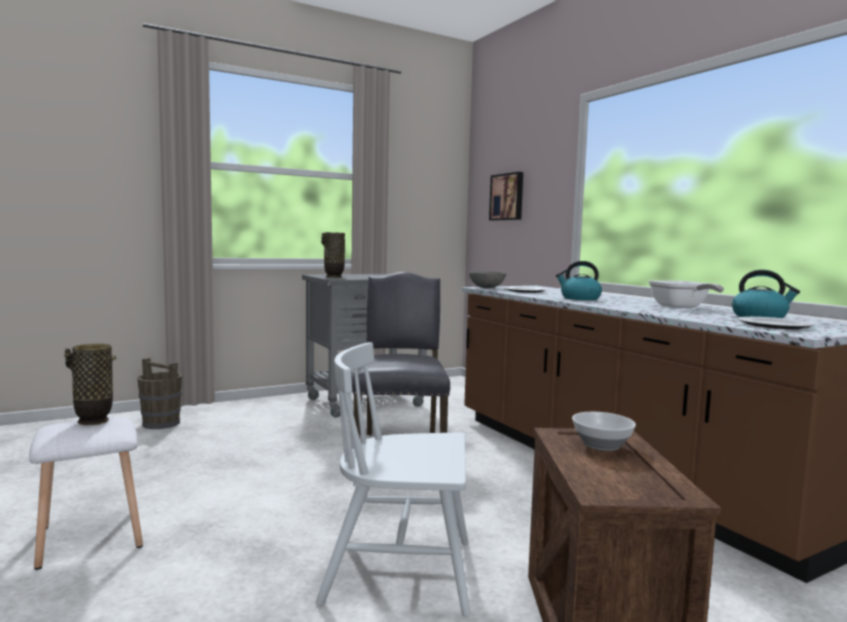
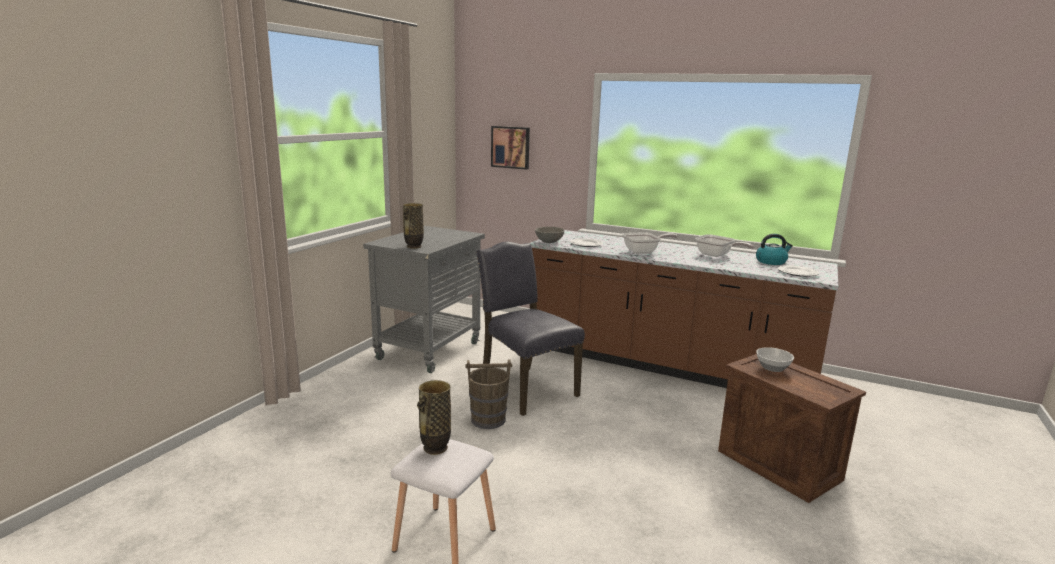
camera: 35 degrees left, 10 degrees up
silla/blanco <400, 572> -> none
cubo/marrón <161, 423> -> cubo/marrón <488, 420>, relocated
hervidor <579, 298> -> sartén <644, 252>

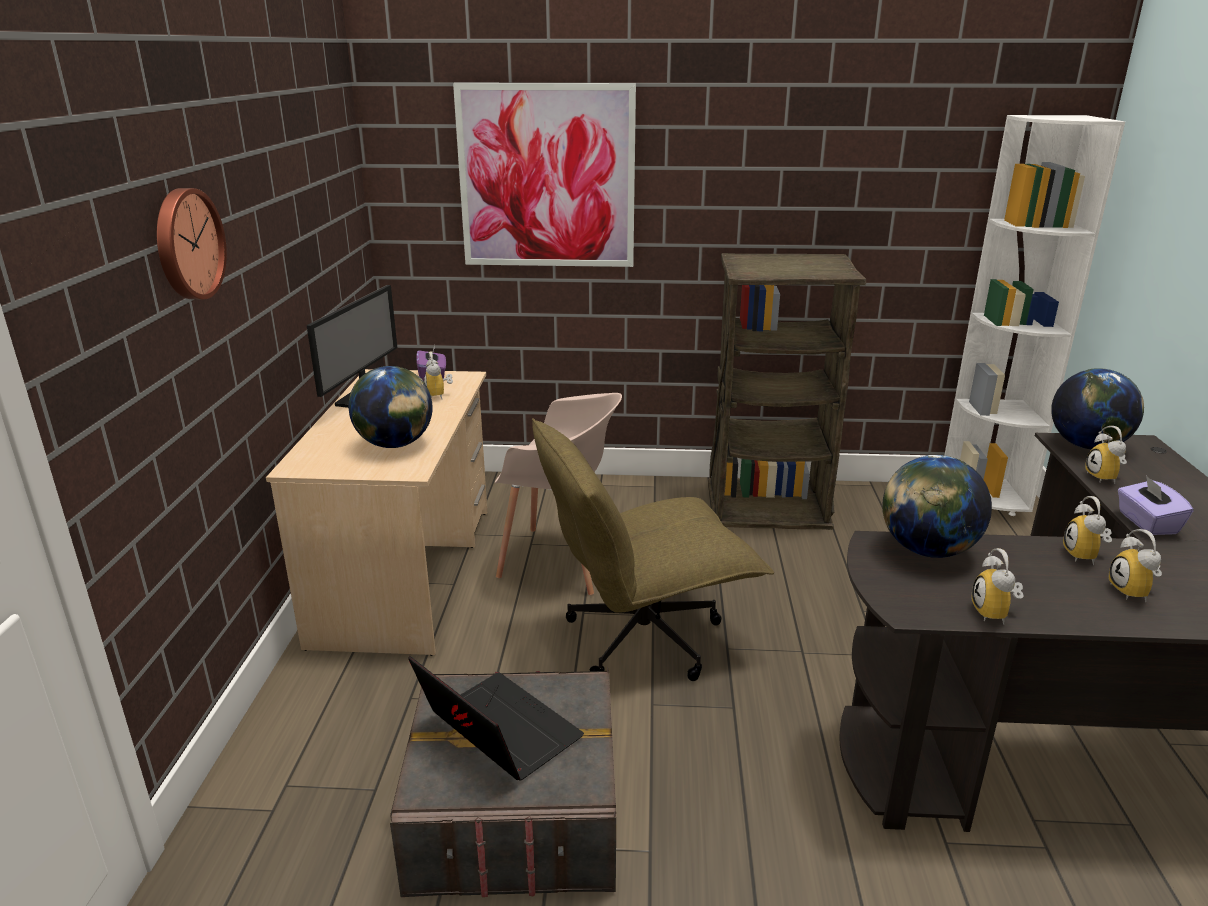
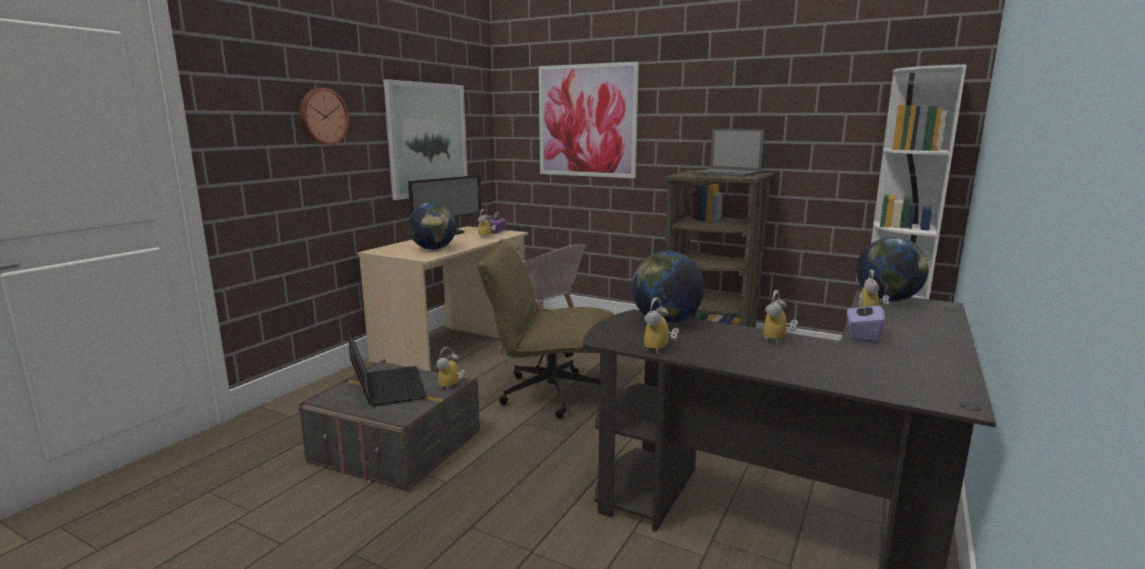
camera: 25 degrees right, 10 degrees down
none -> cuadro <427, 139>
none -> portátil <727, 173>
despertador <1134, 592> -> despertador <452, 386>, relocated

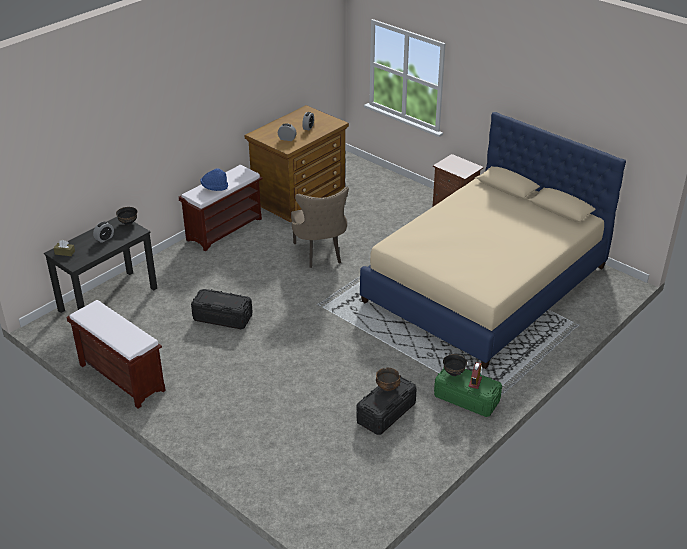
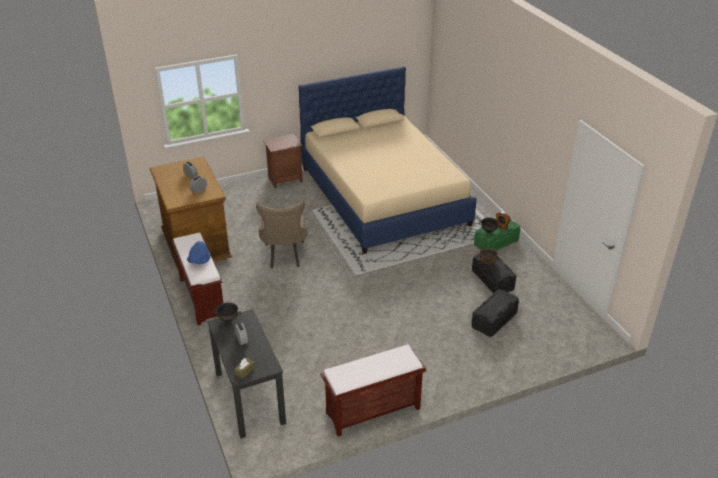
camera: 65 degrees left, 0 degrees up
caja de almacenaje/negro <222, 317> -> caja de almacenaje/negro <494, 320>, relocated
silla/beis <320, 253> -> silla/beis <284, 256>, 75 degrees clockwise

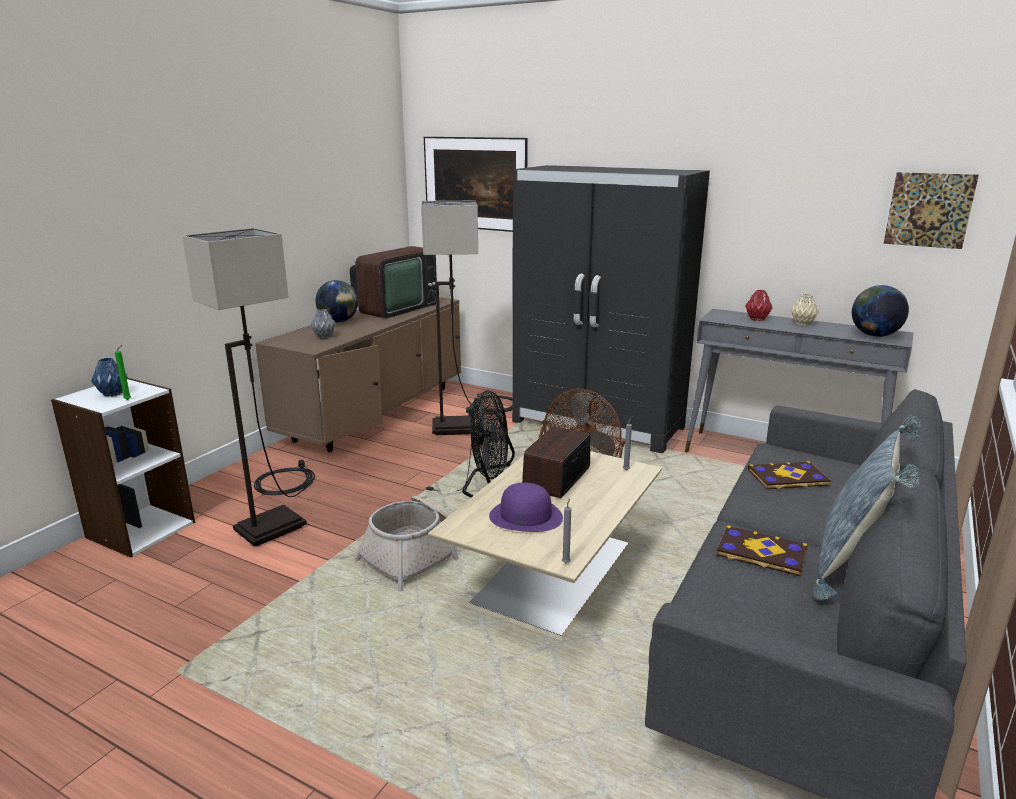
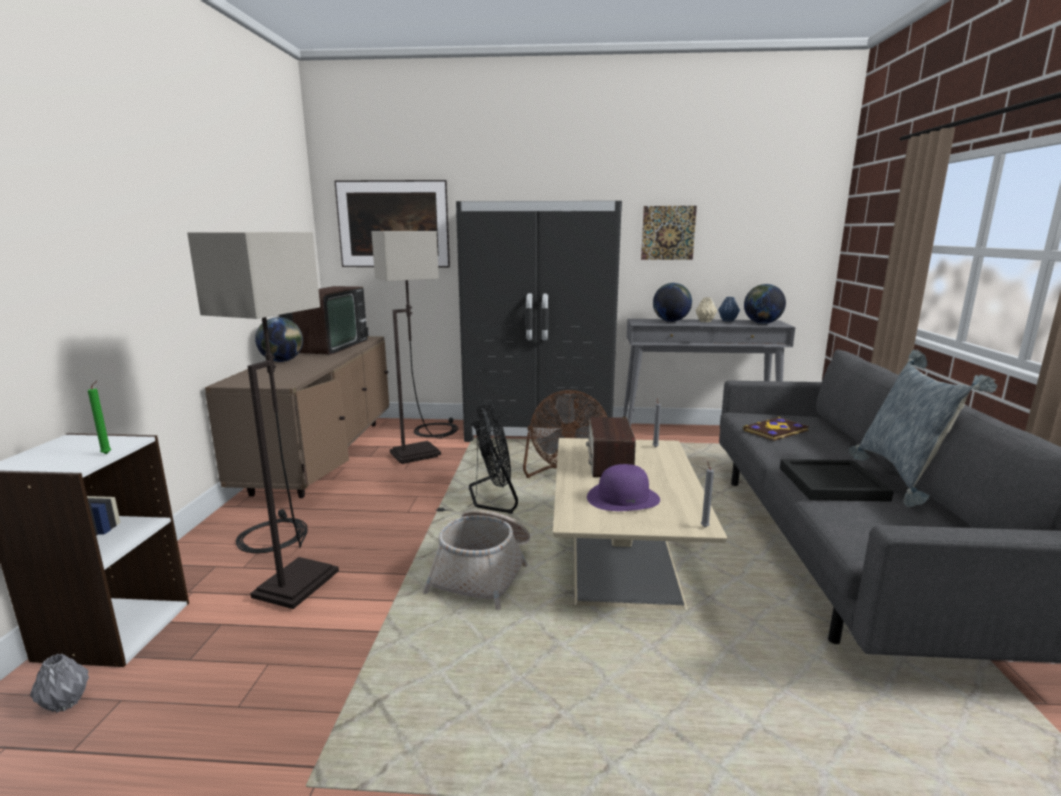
camera: 25 degrees left, 5 degrees down
florero/azul <112, 393> -> florero/azul <727, 320>, relocated
florero/gris <324, 336> -> florero/gris <66, 702>, relocated
cuadro <929, 210> -> cuadro <668, 233>, relocated
libro <761, 553> -> bandeja/negro <833, 484>
florero/rojo <757, 319> -> globo terráqueo <671, 321>

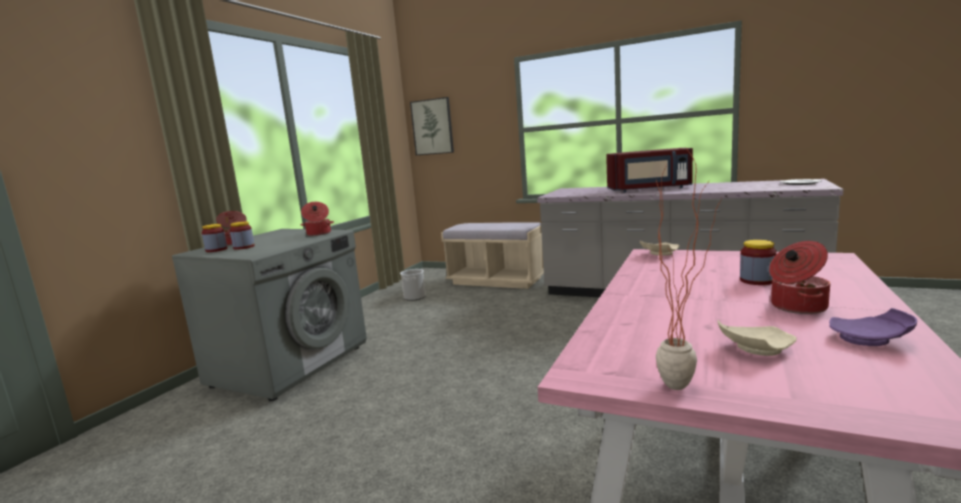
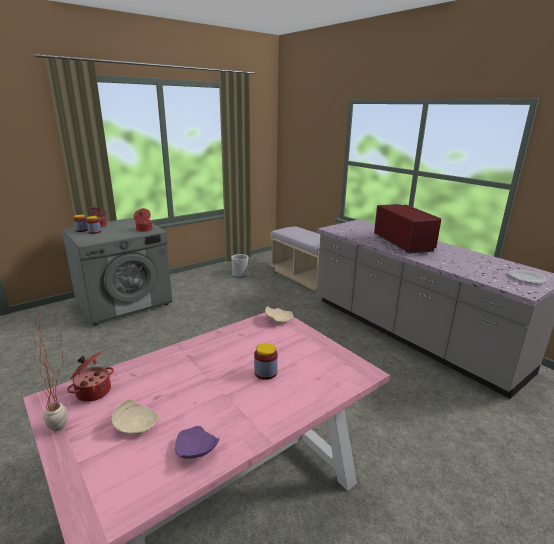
camera: 25 degrees right, 10 degrees up
cuadro <432, 127> -> none
olla <797, 307> -> olla <93, 391>, relocated
microondas/rojo <649, 189> -> microondas/rojo <404, 244>, 135 degrees counterclockwise

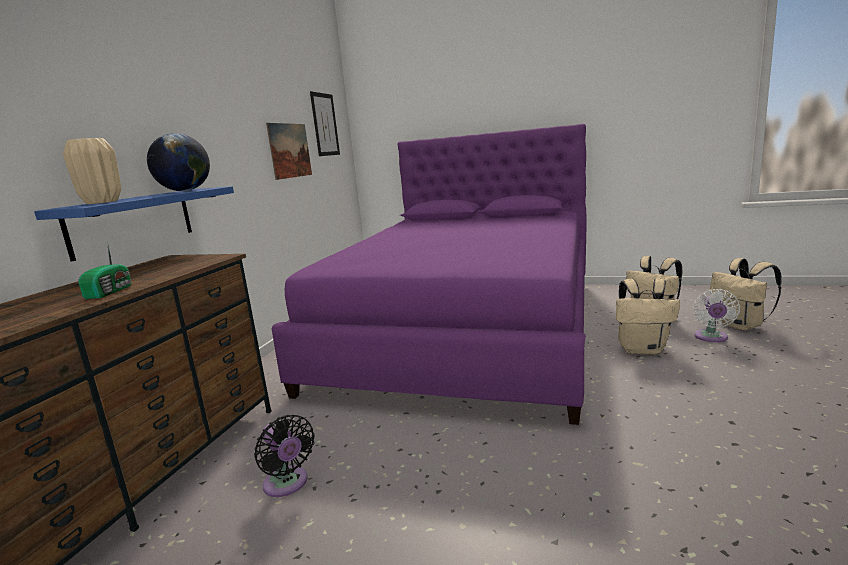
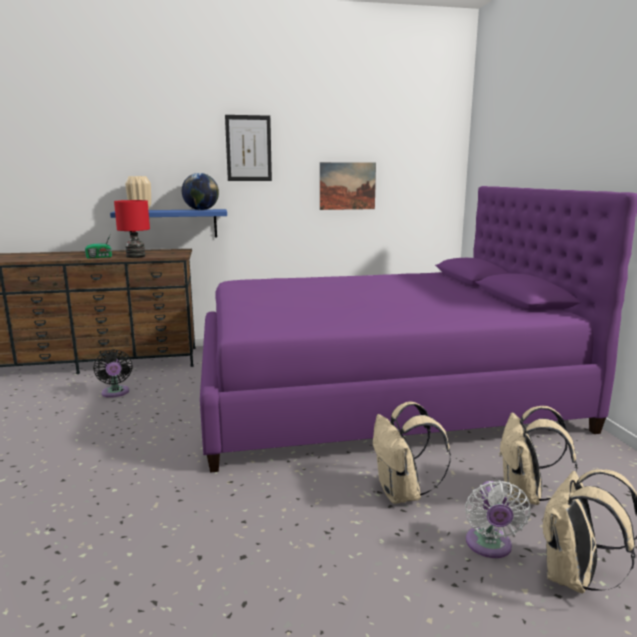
camera: 60 degrees right, 0 degrees up
none -> lámpara de mesa/rojo <135, 256>
cuadro <325, 124> -> cuadro <248, 148>, relocated
ventilador/negro <287, 484> -> ventilador/negro <115, 393>, 45 degrees counterclockwise
ventilador/blanco <711, 338> -> ventilador/blanco <489, 546>, 75 degrees counterclockwise

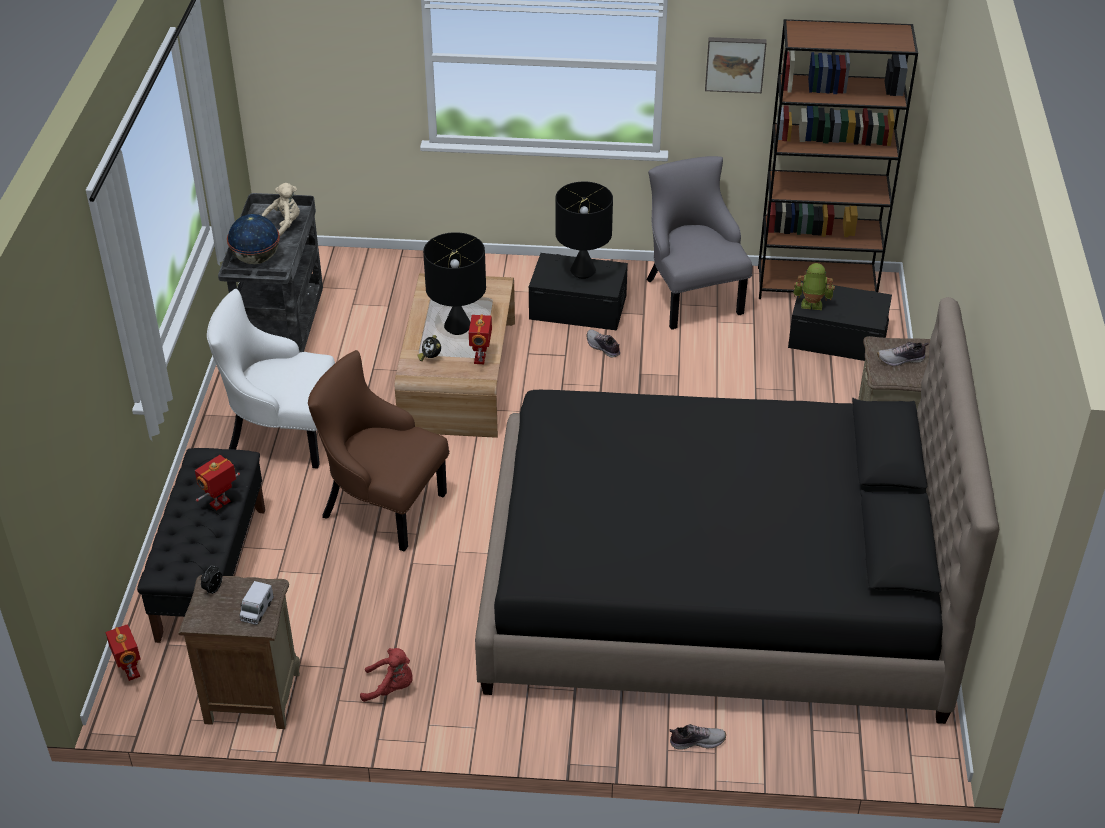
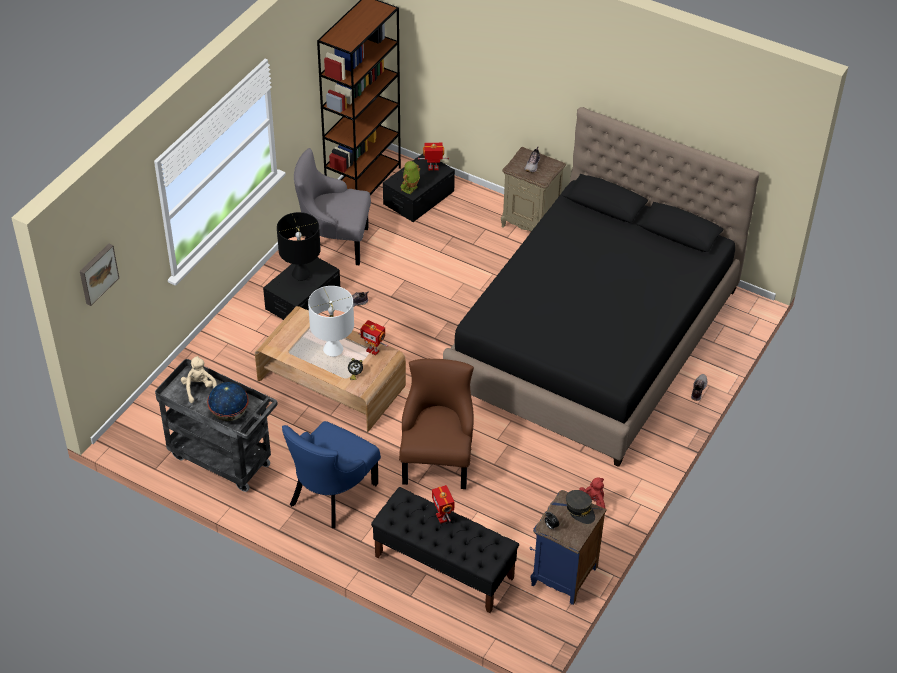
camera: 65 degrees left, 5 degrees up
robot de juguete <130, 673> -> robot de juguete <433, 168>, relocated
cuadro <735, 63> -> cuadro <97, 273>, relocated
camión de juguete <257, 610> -> gorra/gris <580, 510>
mesita de noche/beis <252, 696> -> mesita de noche/azul <563, 575>
silla/blanco <284, 436> -> silla/azul <332, 492>
lámpara de mesa/negro <458, 328> -> lámpara de mesa/blanco <333, 351>
silla/marrón <385, 509> -> silla/marrón <437, 462>, 135 degrees clockwise

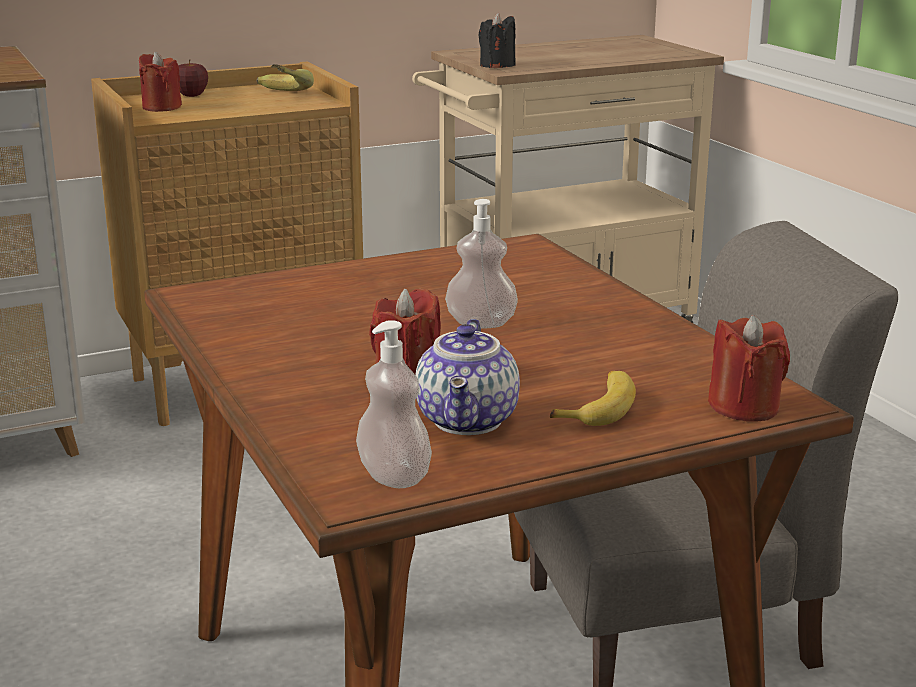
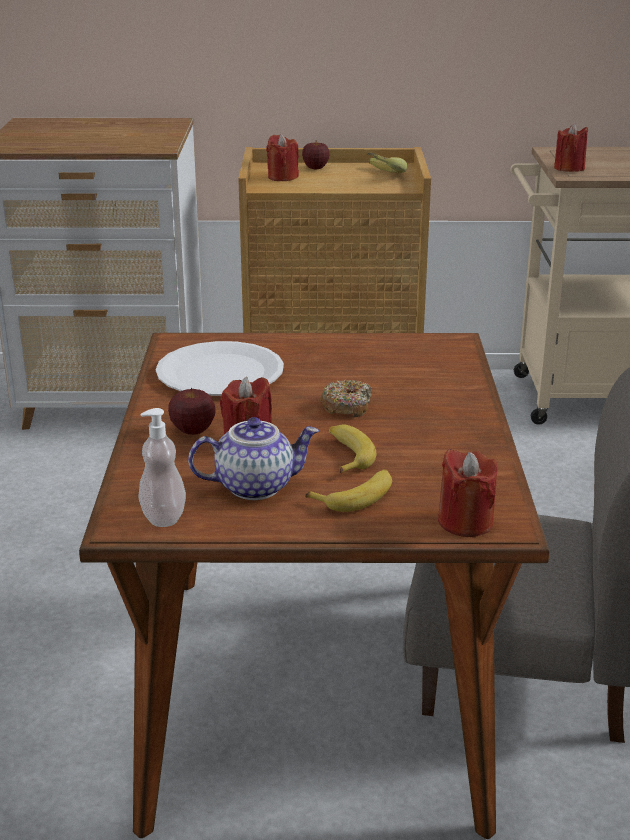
camera: 25 degrees right, 5 degrees up
none -> plato/blanco <219, 373>
none -> manzana <193, 430>
none -> plátano <347, 455>
dispensador de jabón <481, 323> -> rosquilla <346, 406>
vela/negro <497, 65> -> vela/rojo <569, 168>
tetera <469, 421> -> tetera <255, 486>, 135 degrees counterclockwise

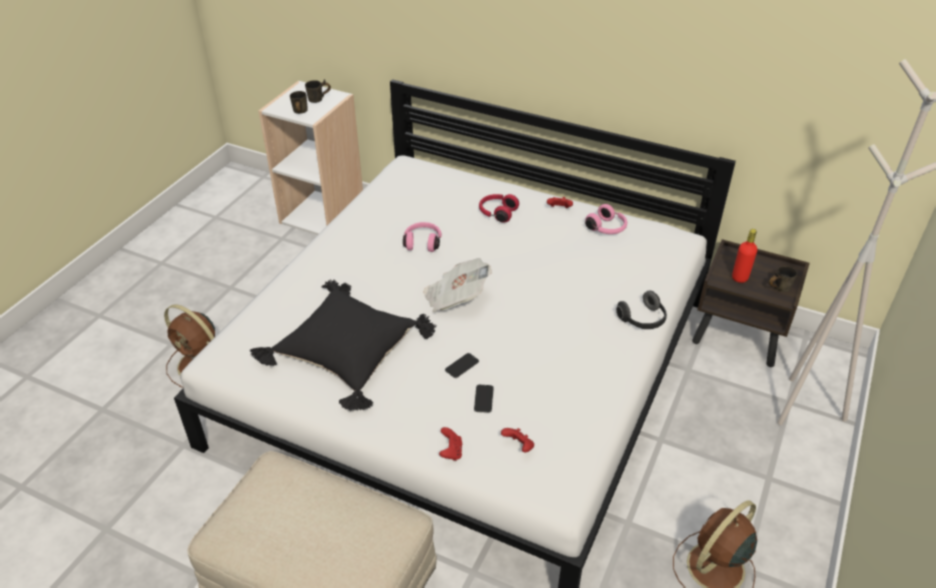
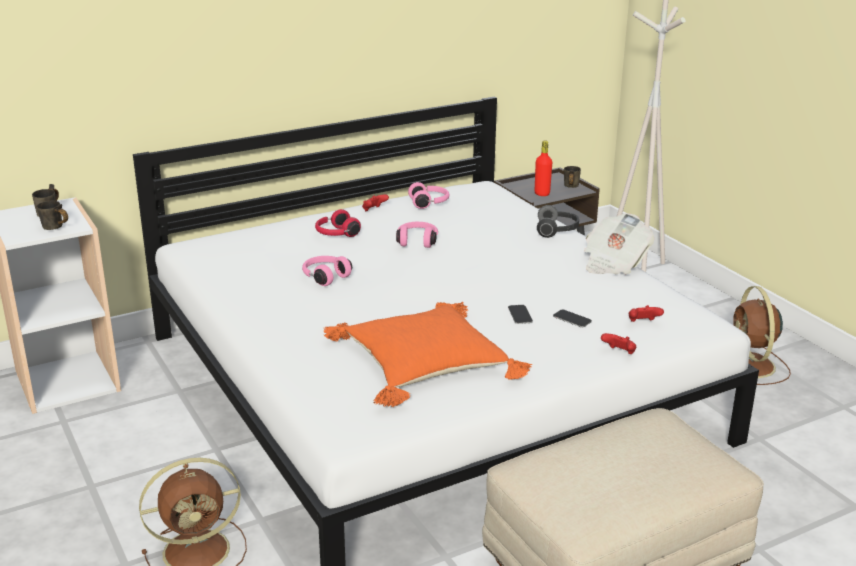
camera: 55 degrees left, 15 degrees down
none -> auriculares/rosa <417, 241>
periódico <455, 298> -> periódico <614, 262>, relocated
cojín/negro <346, 347> -> cojín/naranja <424, 359>

